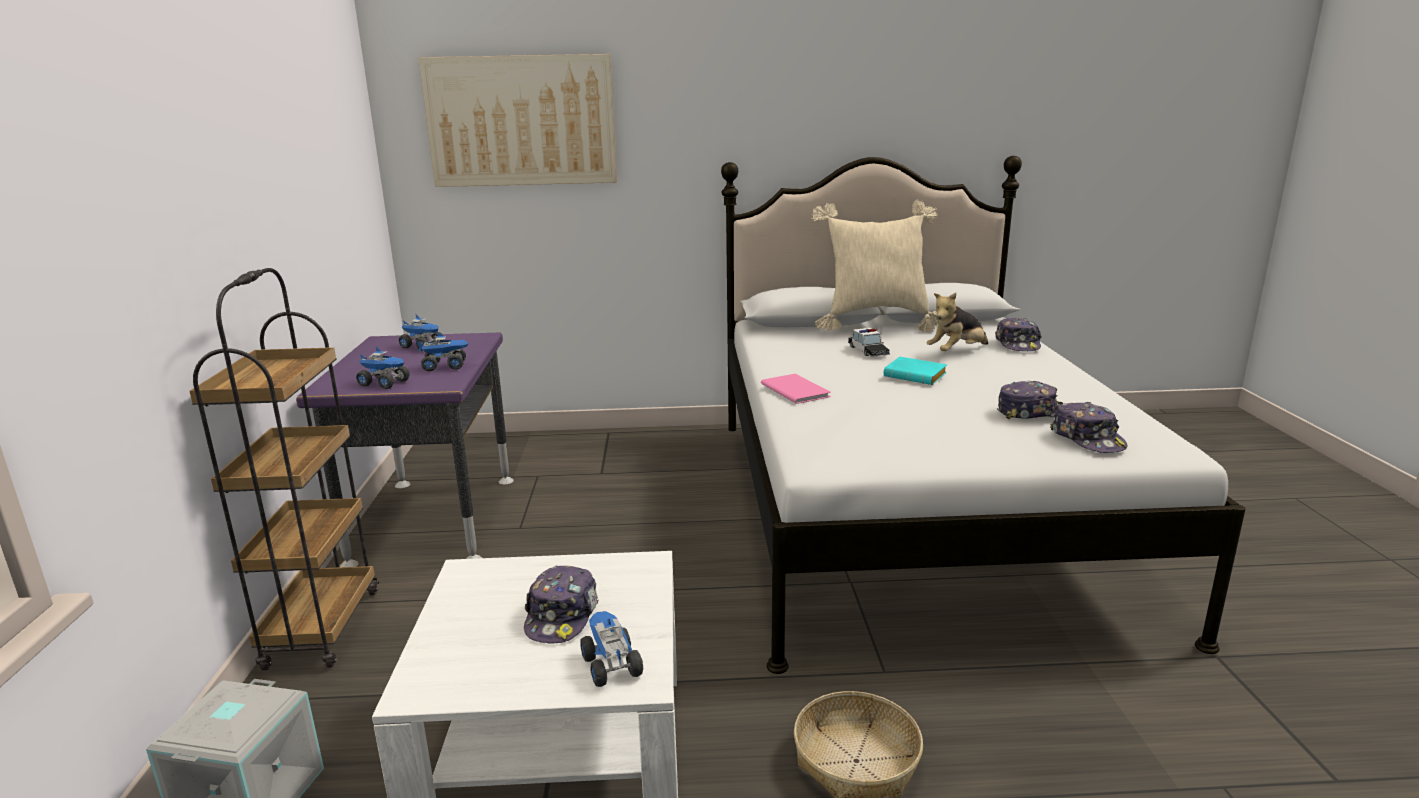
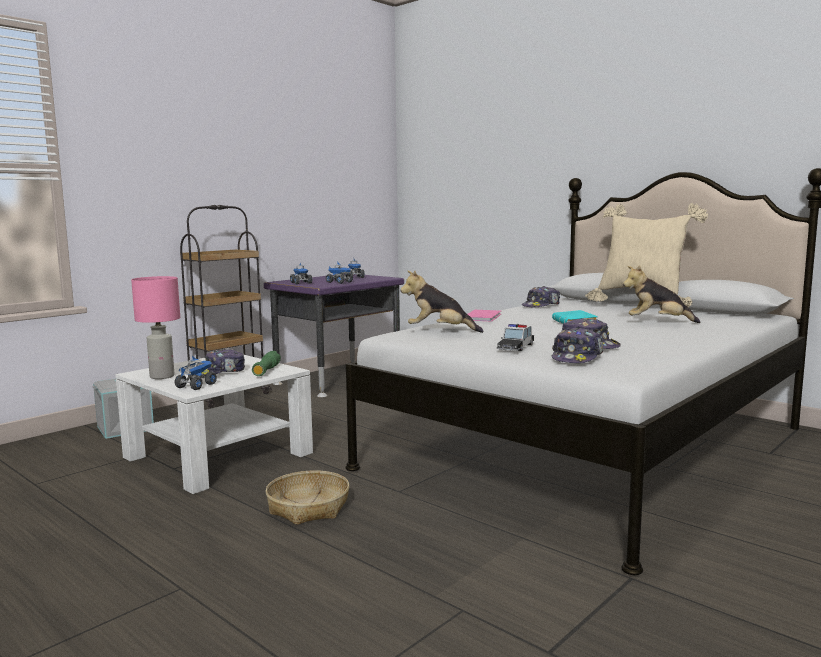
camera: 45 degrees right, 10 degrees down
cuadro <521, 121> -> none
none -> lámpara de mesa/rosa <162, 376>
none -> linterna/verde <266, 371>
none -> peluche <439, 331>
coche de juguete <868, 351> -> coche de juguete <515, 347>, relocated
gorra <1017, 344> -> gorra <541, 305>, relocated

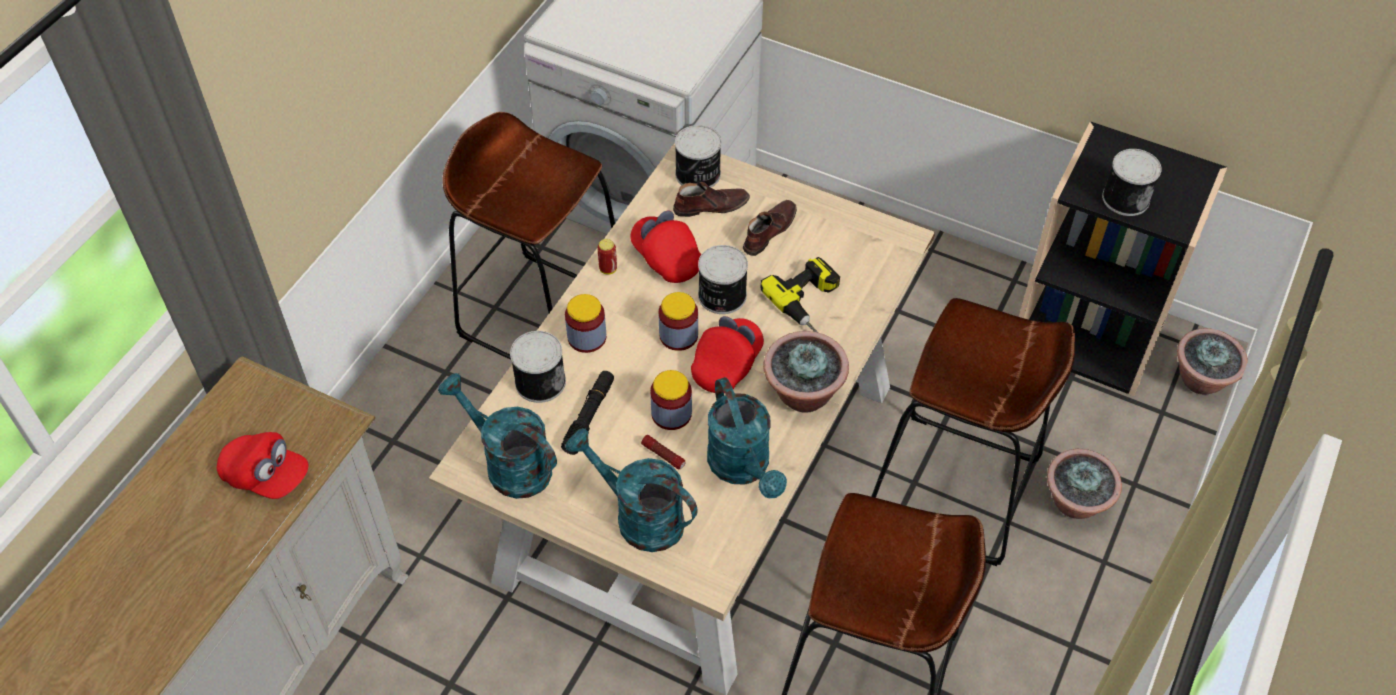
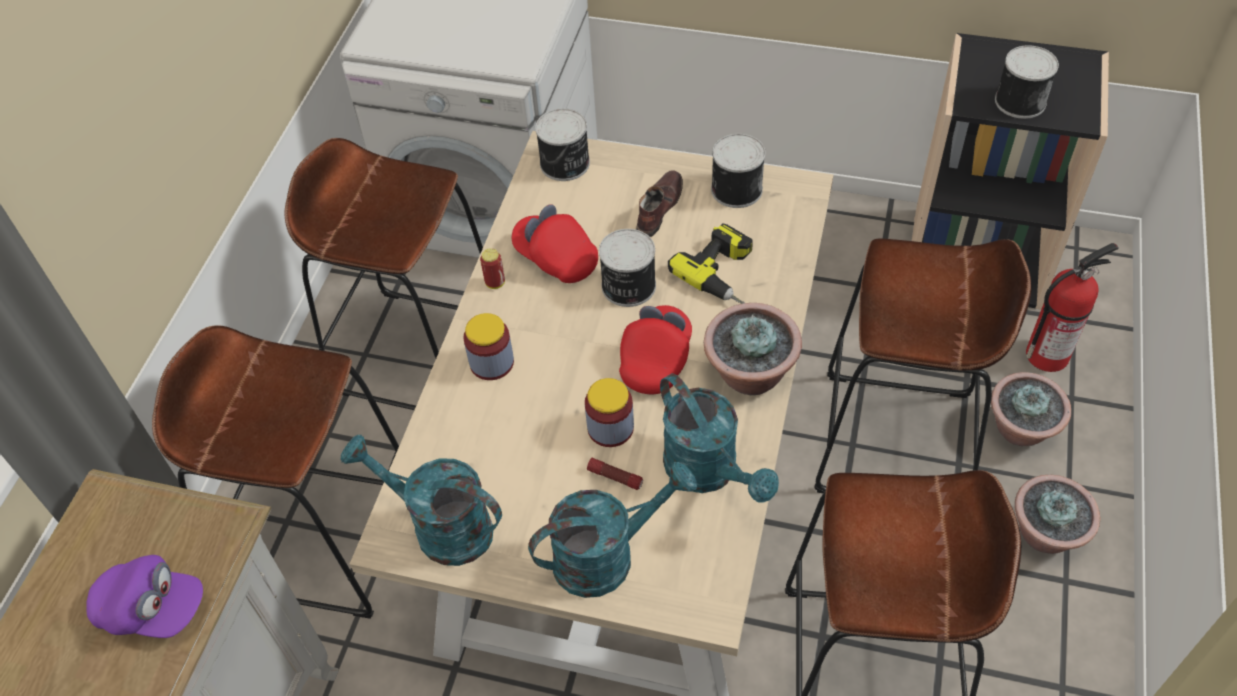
camera: 10 degrees left, 0 degrees up
linterna/negro <589, 416> -> none
tarro <678, 335> -> none
zapato/marrón <711, 206> -> none
none -> taburete/marrón <325, 537>
none -> extintor <1048, 354>
lata <539, 381> -> lata <735, 189>, relocated
planta en maceta <1201, 380> -> planta en maceta <1045, 534>, relocated
gorra/rojo <266, 476> -> gorra/morado <153, 609>
regadera/turquesa <639, 516> -> regadera/turquesa <607, 555>, 135 degrees clockwise

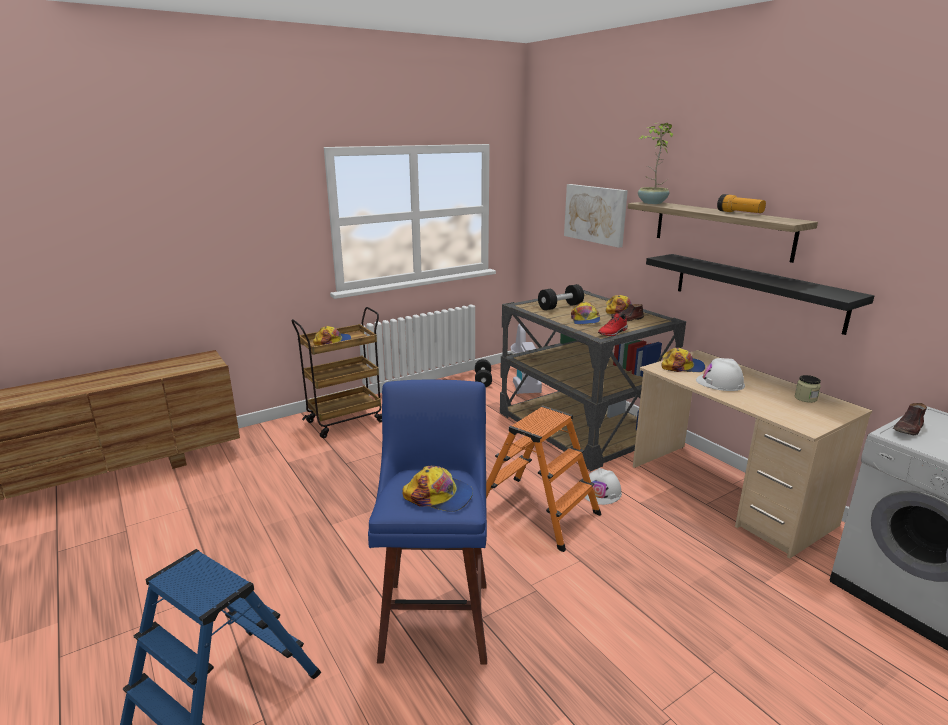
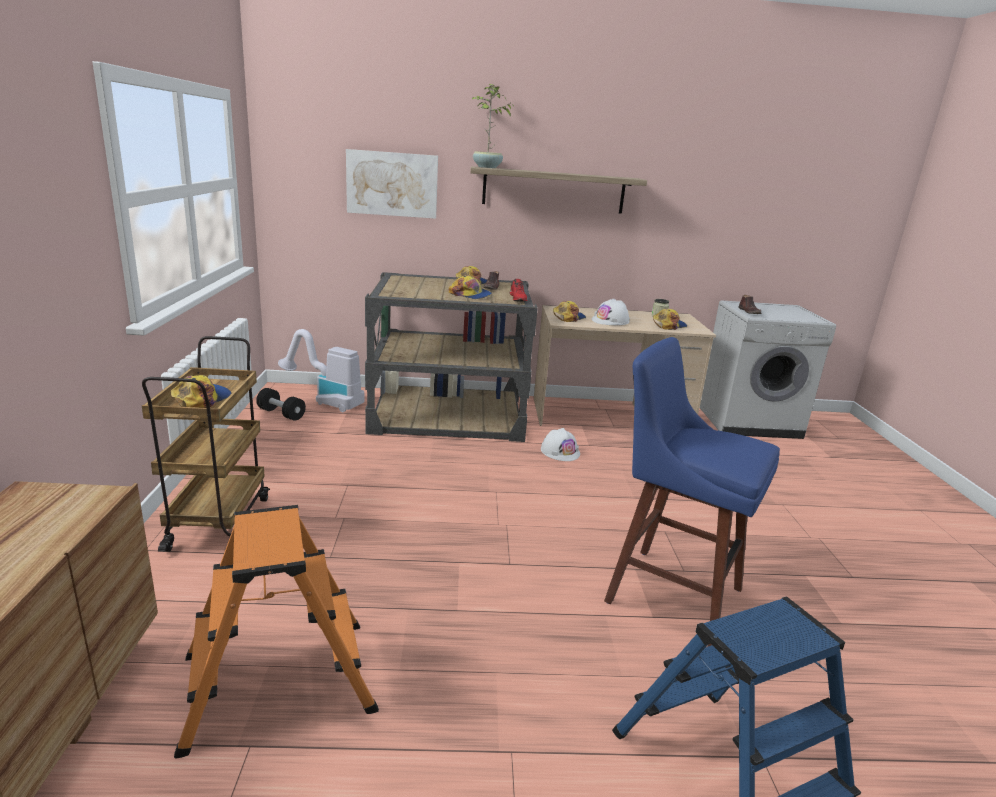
camera: 60 degrees left, 0 degrees up
mancuerna/negro <560, 307> -> none
estante/negro <755, 291> -> none
linterna <739, 213> -> none
gorra <439, 496> -> gorra <668, 325>, relocated
escalera de tijera/naranja <537, 511> -> escalera de tijera/naranja <279, 683>, relocated

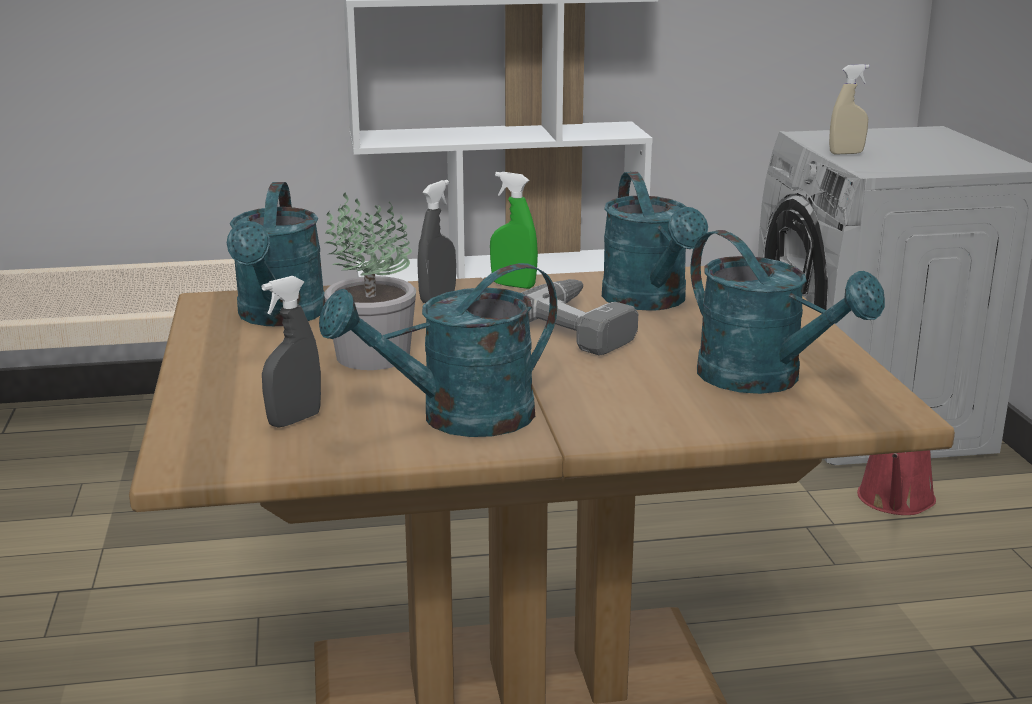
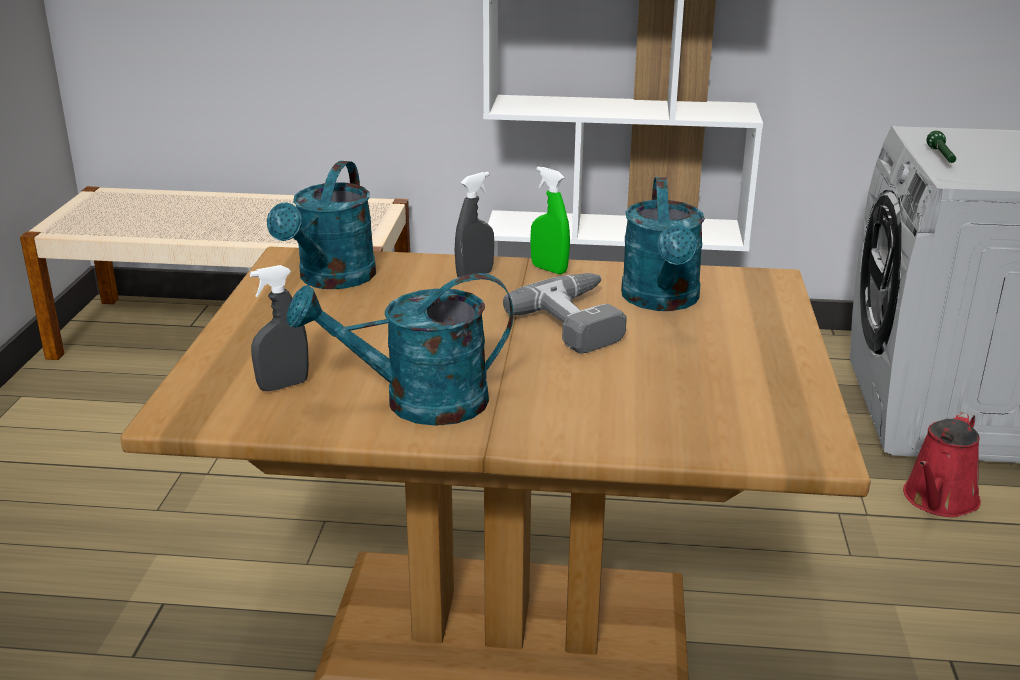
camera: 15 degrees right, 5 degrees up
planta en maceta <371, 356> -> none
regadera/turquesa <764, 380> -> none
pulverizador/beis <846, 153> -> linterna/verde <942, 157>

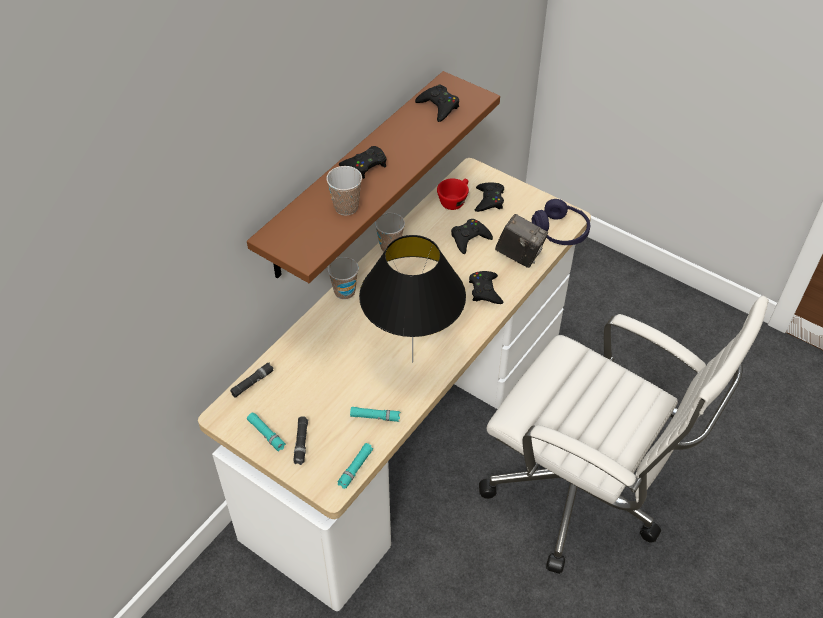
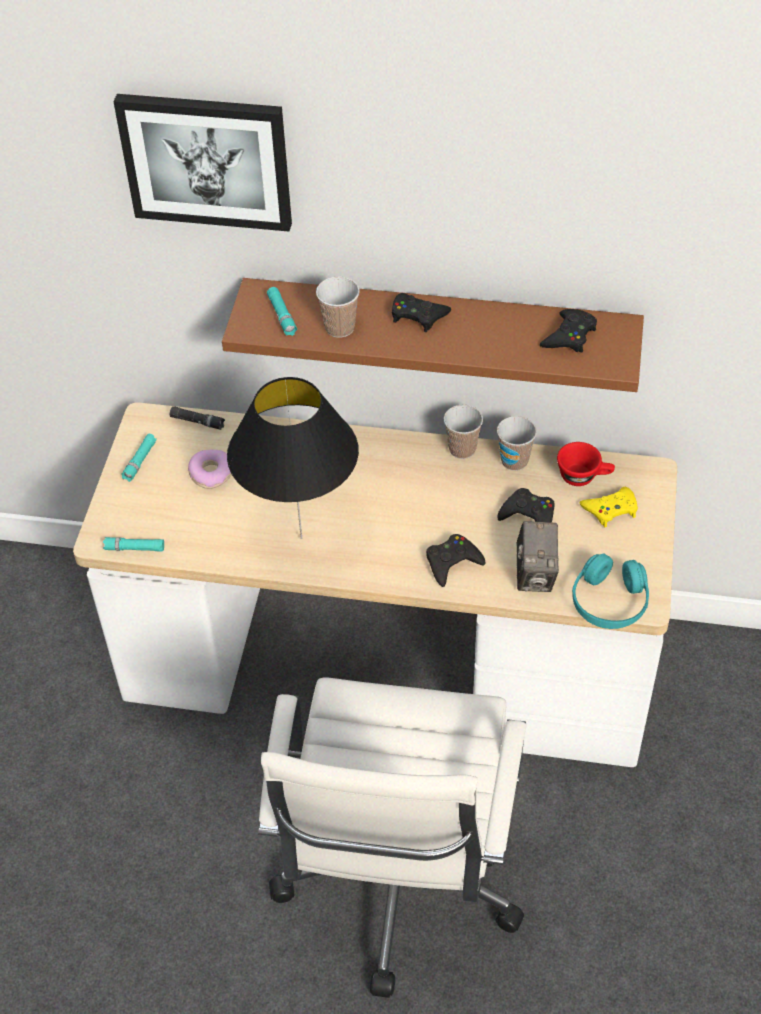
camera: 65 degrees right, 0 degrees up
linterna/negro <301, 443> -> none
none -> cuadro <207, 160>
none -> rosquilla <211, 473>
taza <344, 292> -> taza <514, 461>, relocated
linterna/turquesa <375, 417> -> linterna/turquesa <282, 316>, relocated
mando de consola/negro <489, 200> -> mando de consola/amarillo <611, 509>
auriculares/morado <560, 231> -> auriculares/turquesa <609, 602>

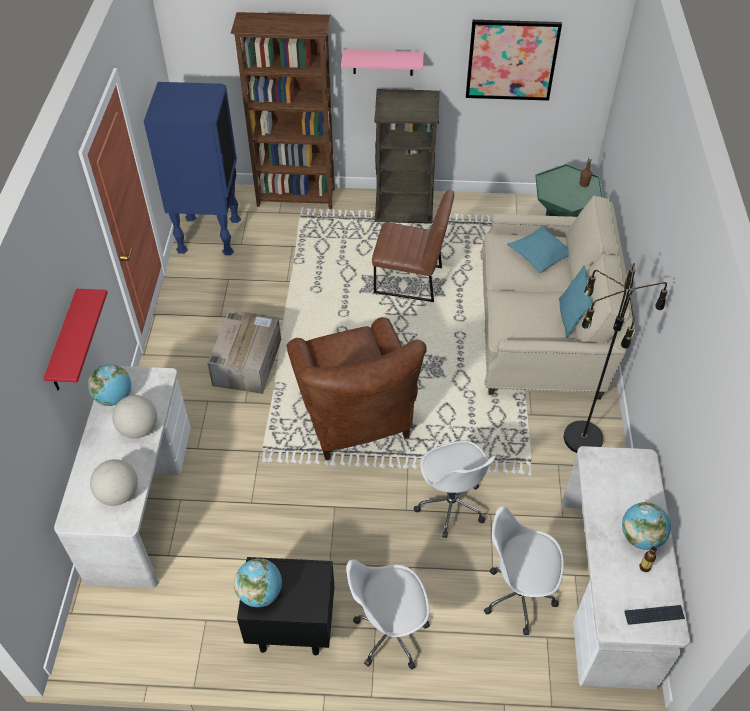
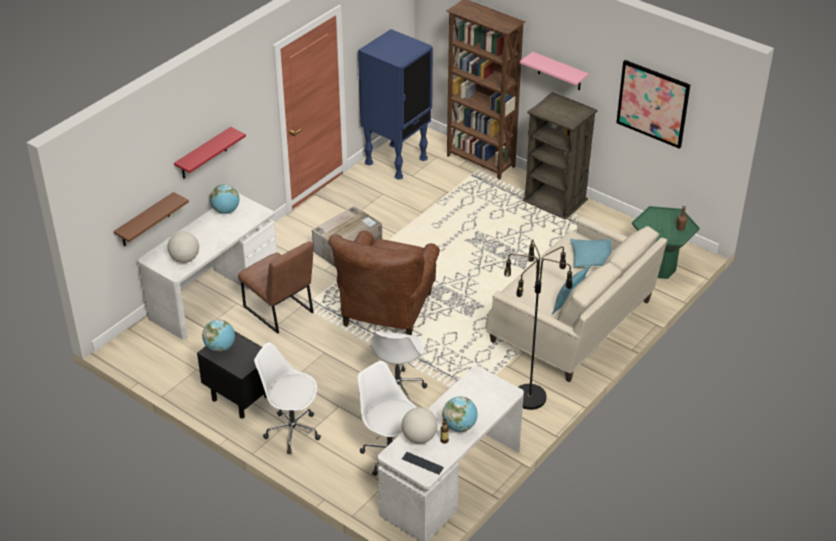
camera: 35 degrees right, 10 degrees down
none -> estante/marrón <145, 220>
globo terráqueo <139, 429> -> globo terráqueo <419, 437>, relocated
silla/marrón <410, 281> -> silla/marrón <279, 310>, relocated

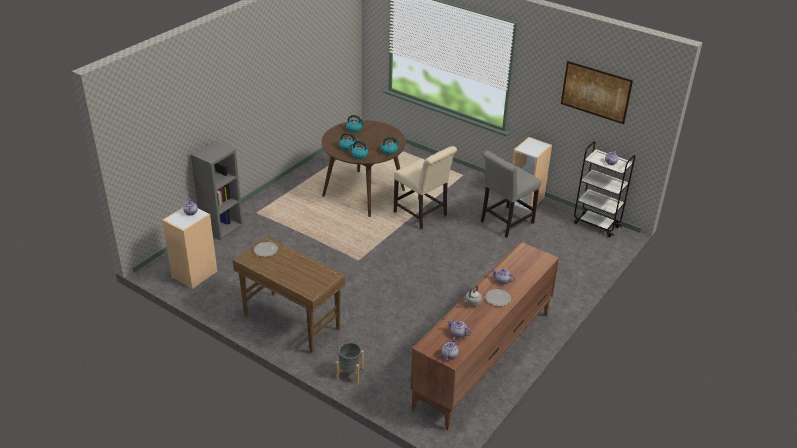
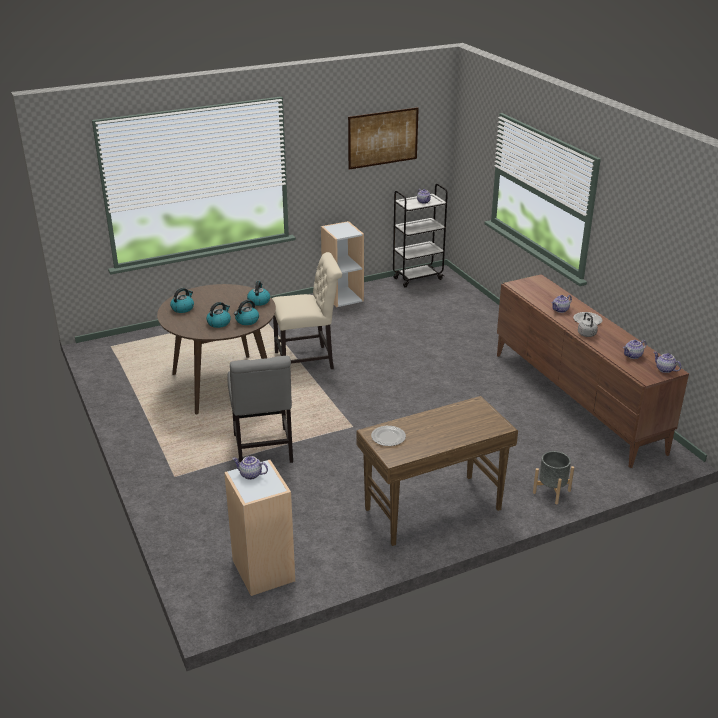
camera: 60 degrees left, 5 degrees down
estantería/gris <222, 227> -> none
silla/gris <505, 223> -> silla/gris <263, 451>, relocated

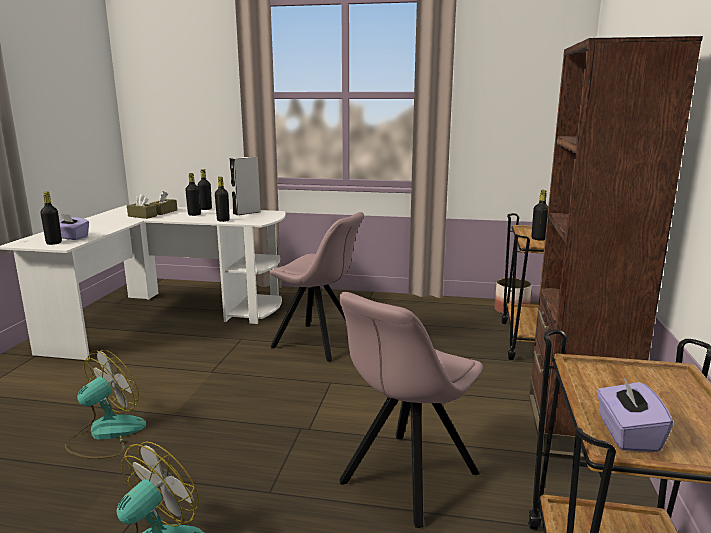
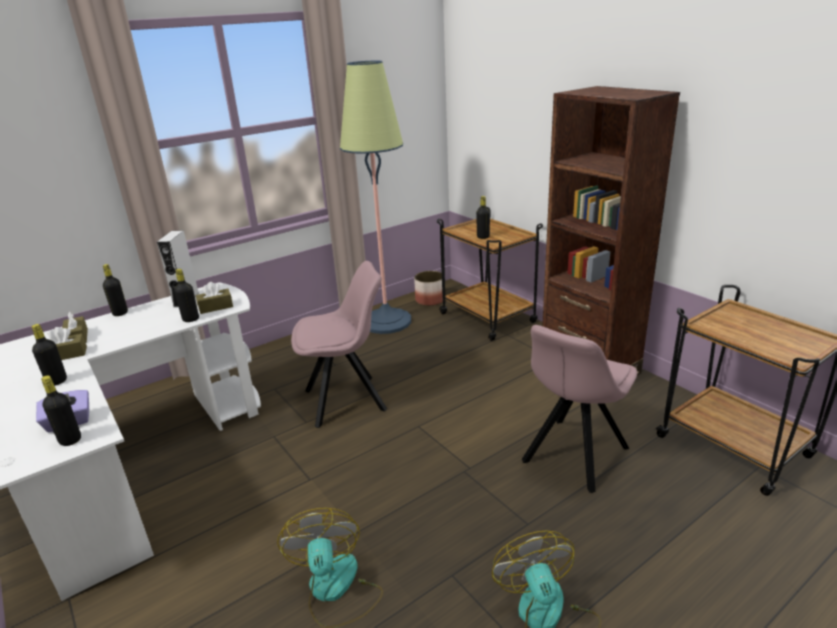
camera: 45 degrees left, 10 degrees up
caja de pañuelos/morado <627, 434> -> none
none -> caja de pañuelos/marrón <215, 307>
none -> lámpara de pie <386, 321>
botella/negro <194, 214> -> botella/negro <57, 381>, relocated
silla/rosa <407, 477> -> silla/rosa <574, 454>, 45 degrees clockwise

